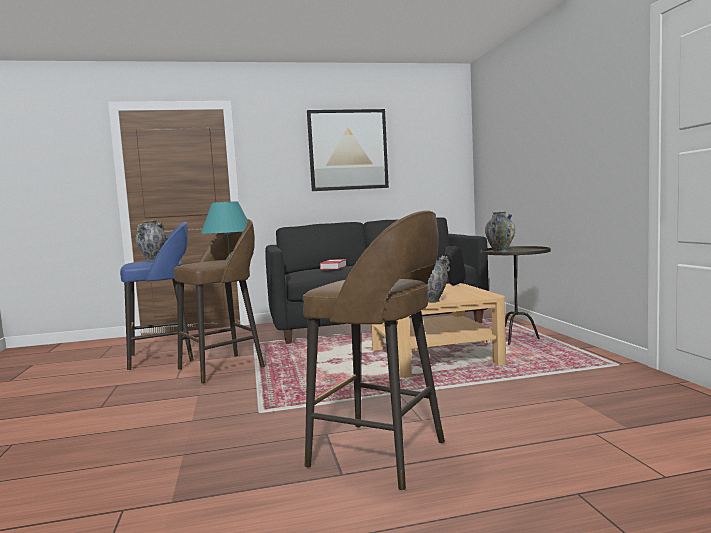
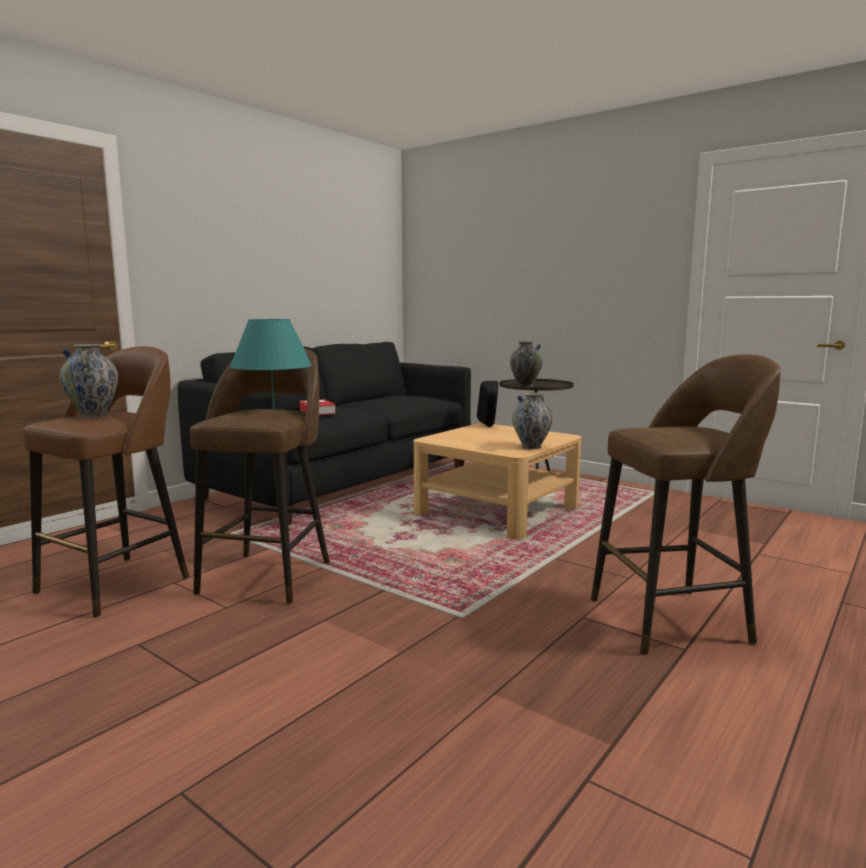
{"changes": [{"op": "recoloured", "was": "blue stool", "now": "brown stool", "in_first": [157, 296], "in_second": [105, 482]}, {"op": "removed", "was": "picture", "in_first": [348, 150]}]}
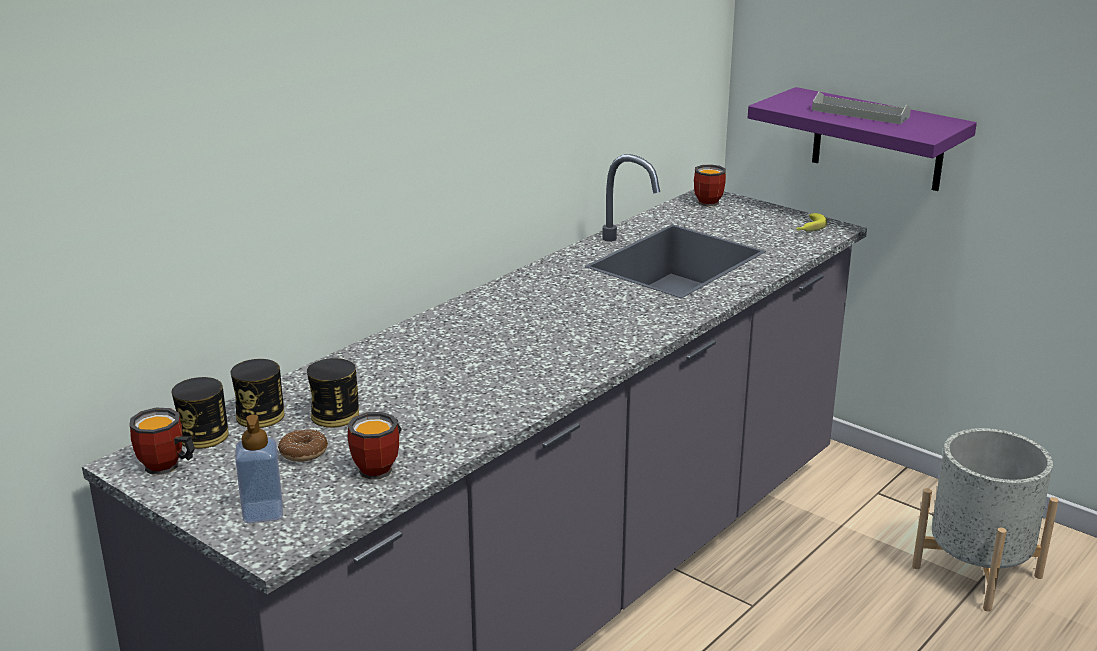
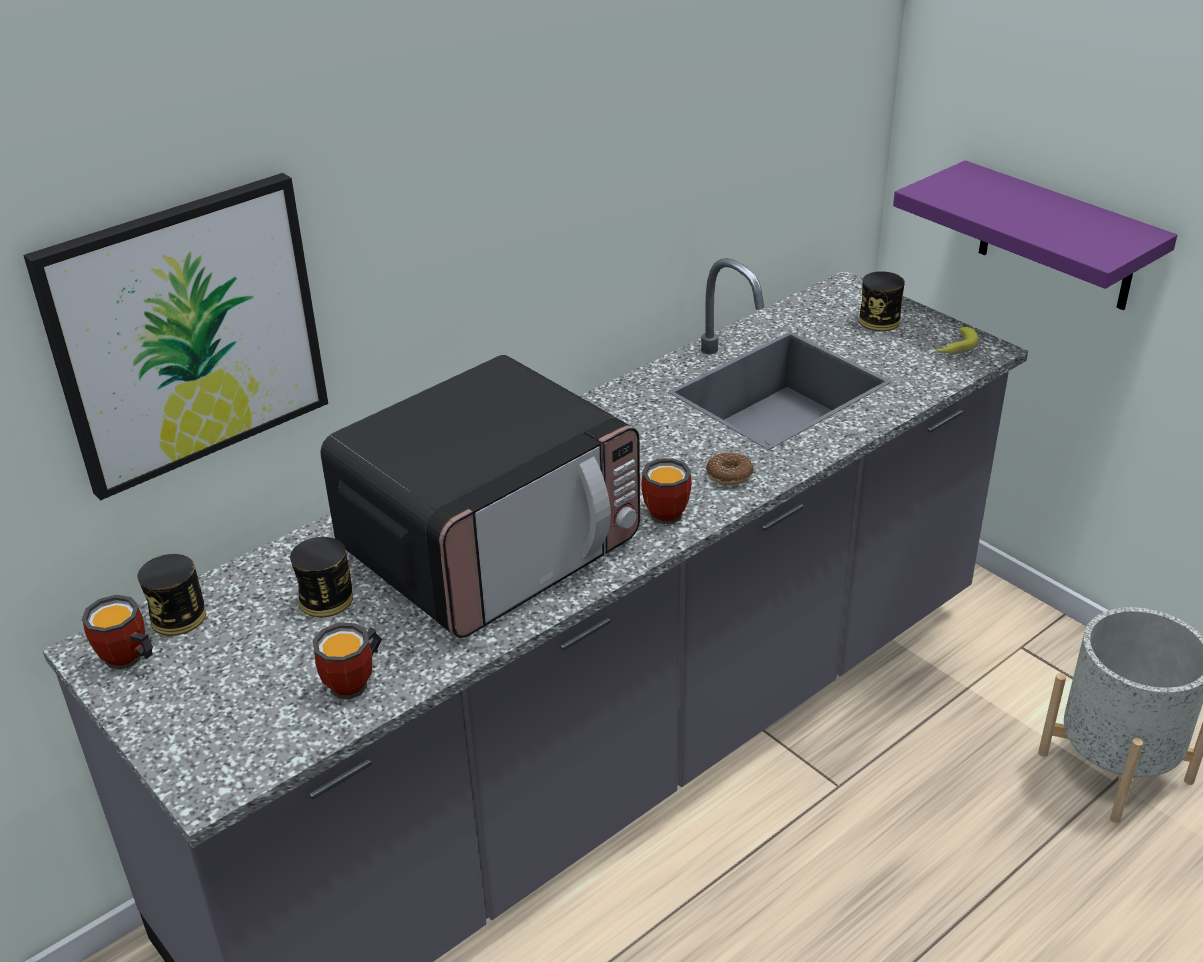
{"changes": [{"op": "moved", "was": "can", "in_first": [258, 393], "in_second": [882, 301]}, {"op": "removed", "was": "soap dispenser", "in_first": [259, 469]}, {"op": "moved", "was": "donut", "in_first": [303, 445], "in_second": [730, 468]}, {"op": "moved", "was": "mug", "in_first": [710, 185], "in_second": [666, 491]}, {"op": "removed", "was": "grey tray", "in_first": [861, 108]}, {"op": "added", "now": "picture", "in_second": [175, 336]}, {"op": "added", "now": "microwave", "in_second": [480, 496]}]}
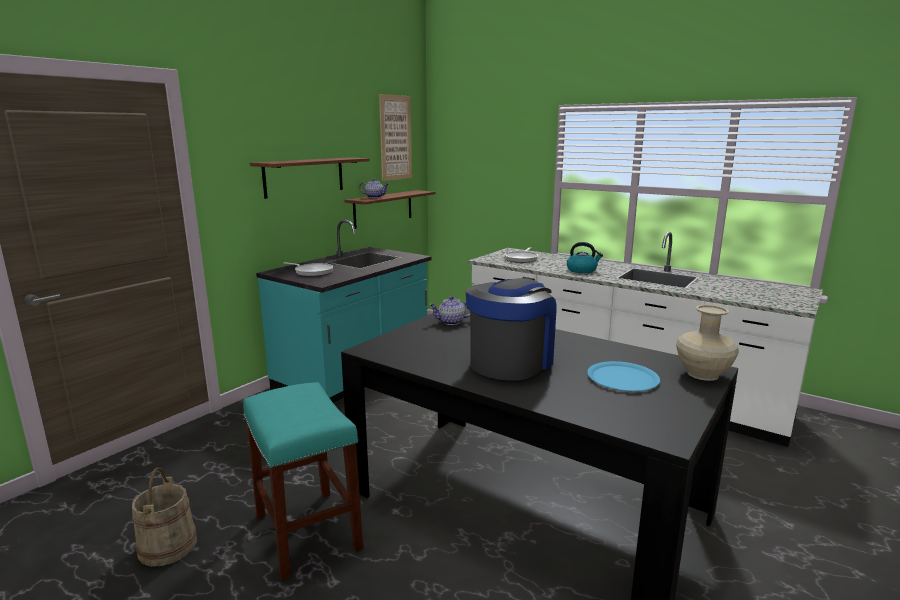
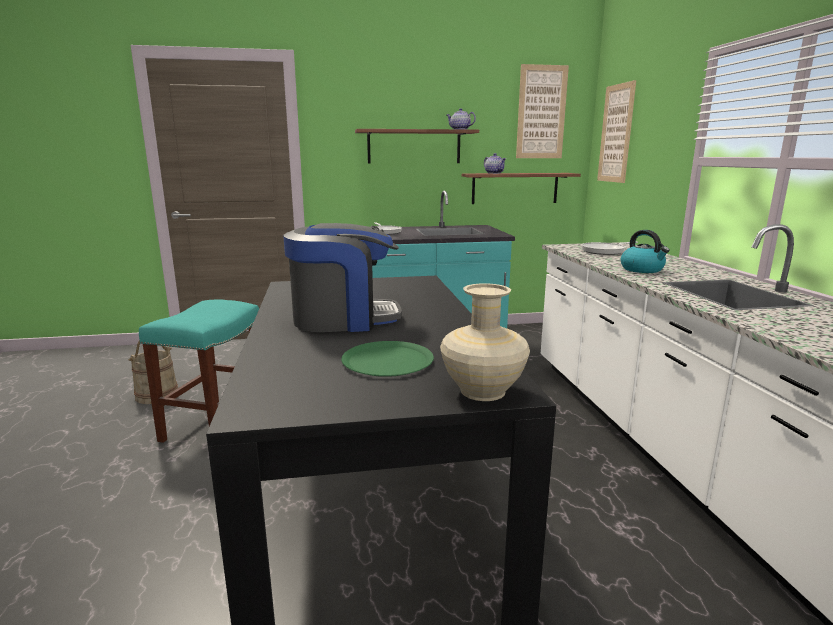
{"changes": [{"op": "moved", "was": "teapot", "in_first": [449, 310], "in_second": [461, 119]}, {"op": "recoloured", "was": "blue plate", "now": "green plate", "in_first": [623, 376], "in_second": [387, 359]}, {"op": "added", "now": "picture", "in_second": [616, 131]}]}
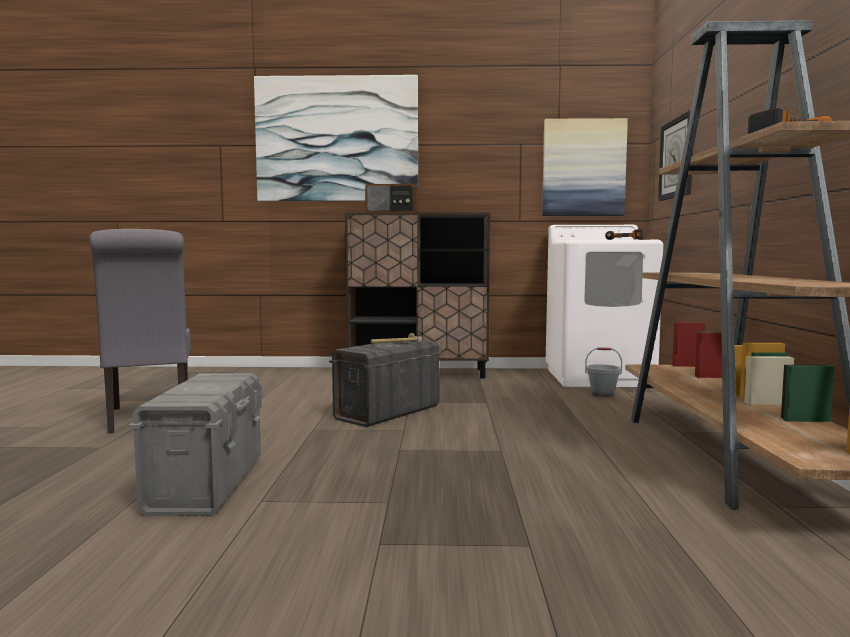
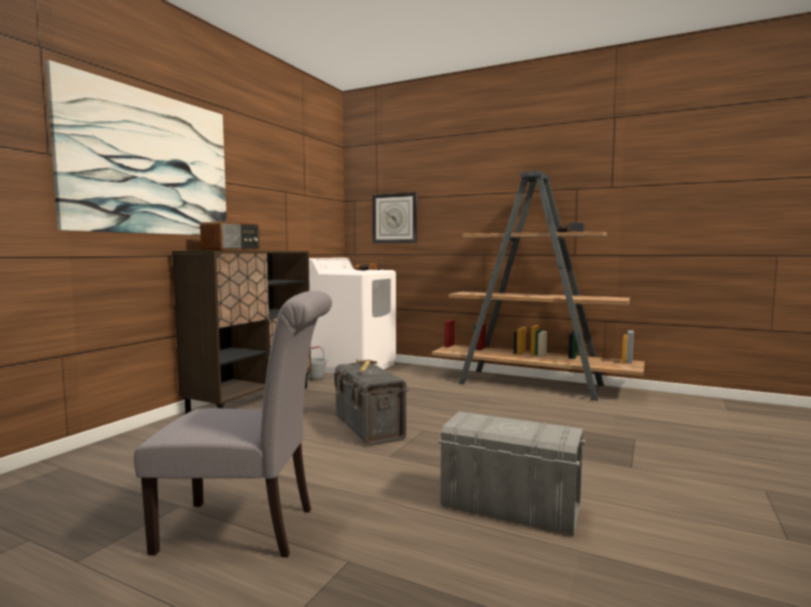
{"changes": [{"op": "removed", "was": "picture", "in_first": [585, 167]}, {"op": "moved", "was": "grey bucket", "in_first": [603, 372], "in_second": [317, 363]}]}
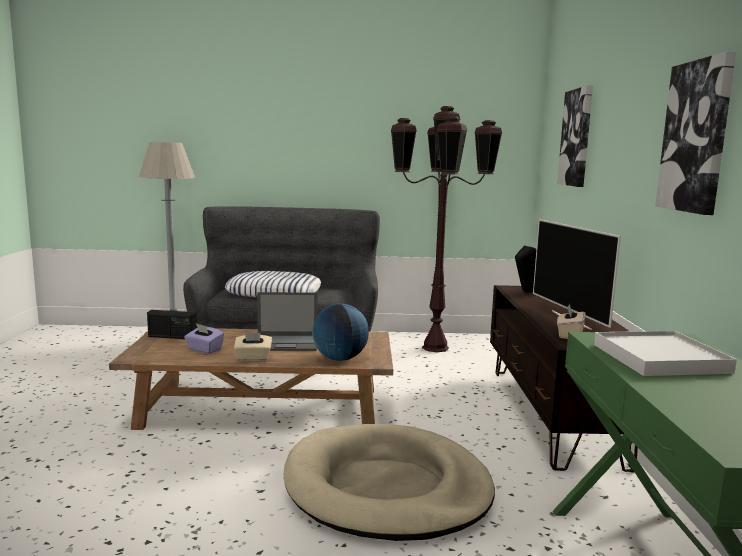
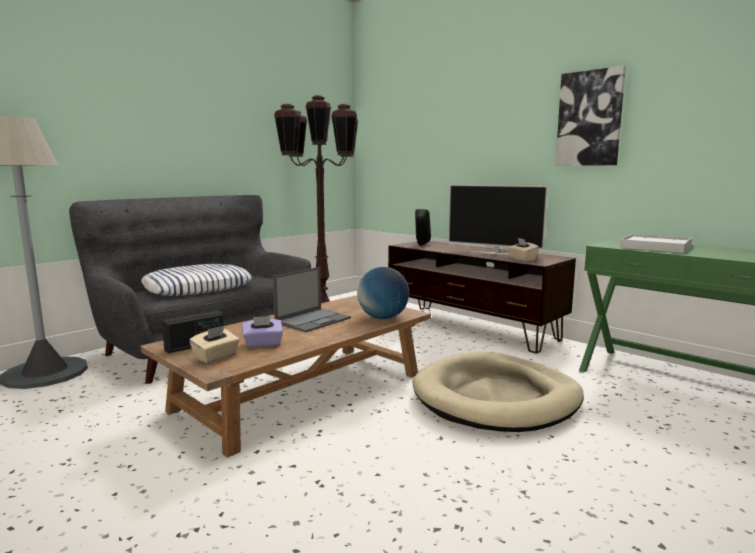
{"changes": [{"op": "moved", "was": "beige tissue box", "in_first": [253, 346], "in_second": [214, 344]}, {"op": "removed", "was": "picture", "in_first": [575, 136]}]}
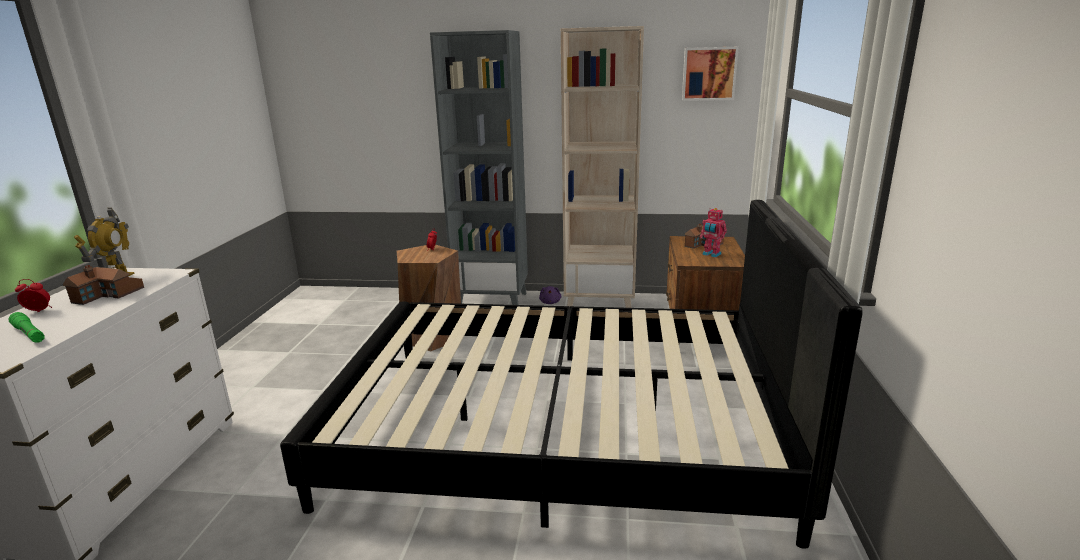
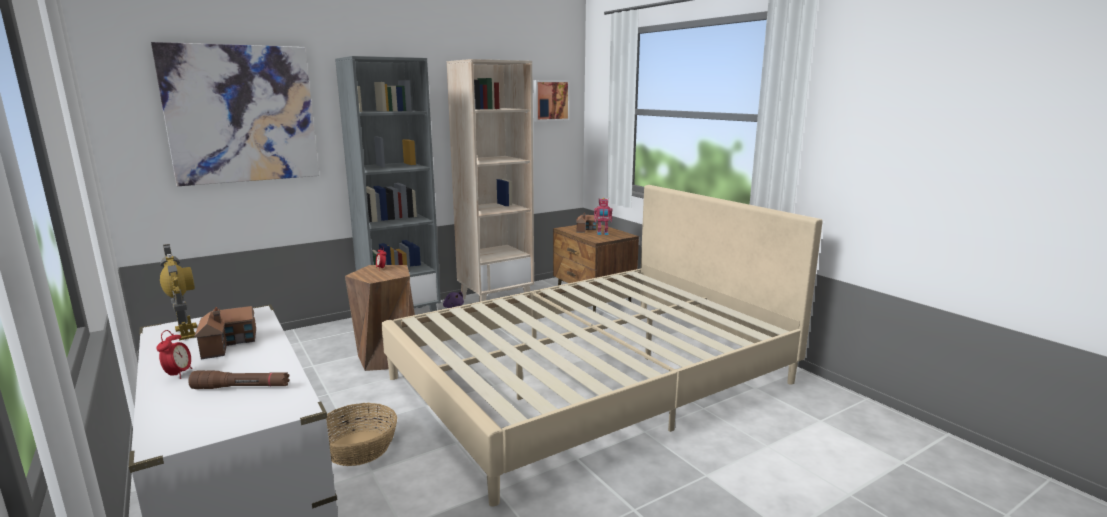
{"changes": [{"op": "recoloured", "was": "green flashlight", "now": "brown flashlight", "in_first": [27, 327], "in_second": [239, 379]}, {"op": "turned", "was": "alarm clock", "in_first": [33, 295], "in_second": [174, 354], "clockwise": 135}, {"op": "recoloured", "was": "black bed", "now": "beige bed", "in_first": [571, 374], "in_second": [602, 345]}, {"op": "added", "now": "picture", "in_second": [235, 114]}, {"op": "added", "now": "basket", "in_second": [361, 434]}]}
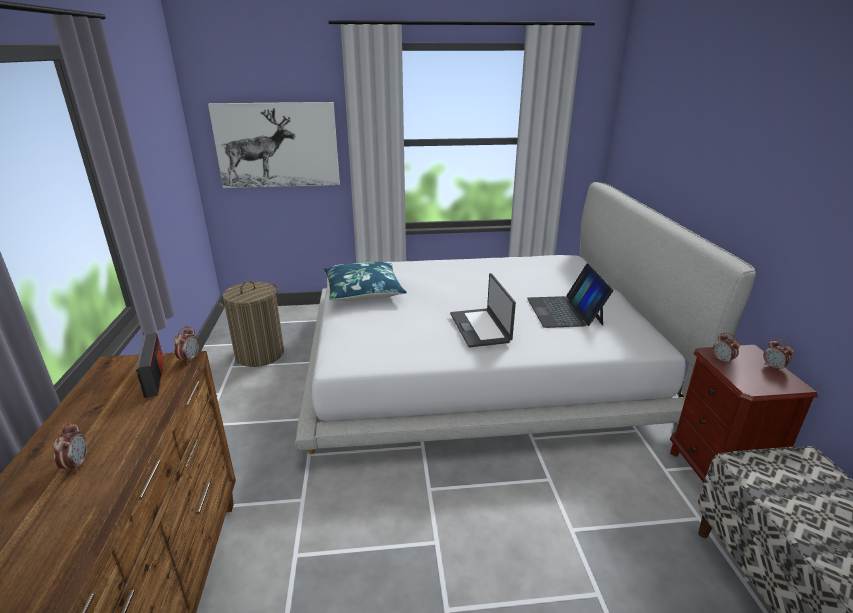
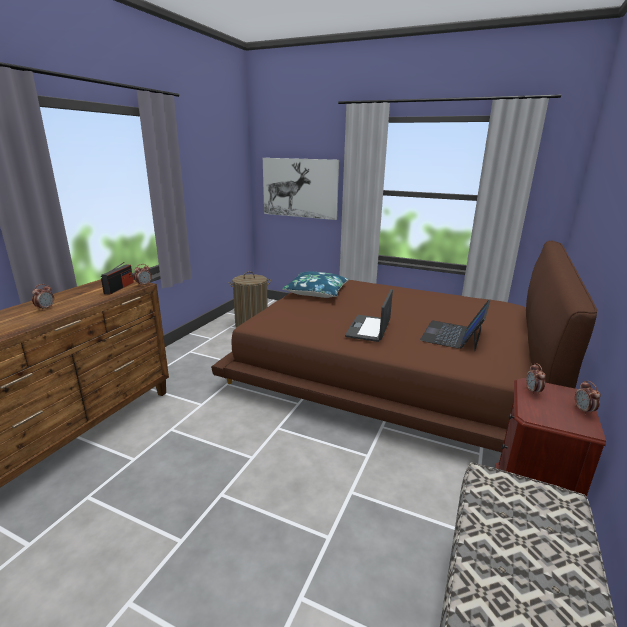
{"changes": [{"op": "recoloured", "was": "white bed", "now": "brown bed", "in_first": [525, 318], "in_second": [404, 347]}]}
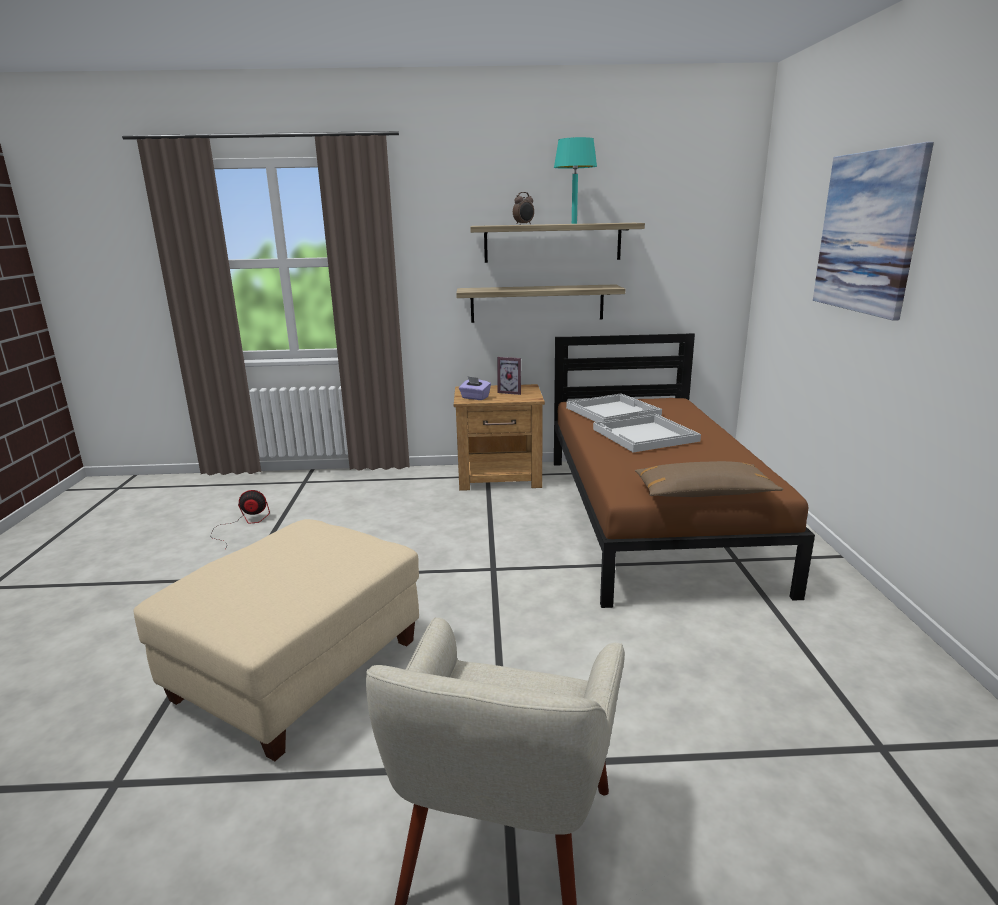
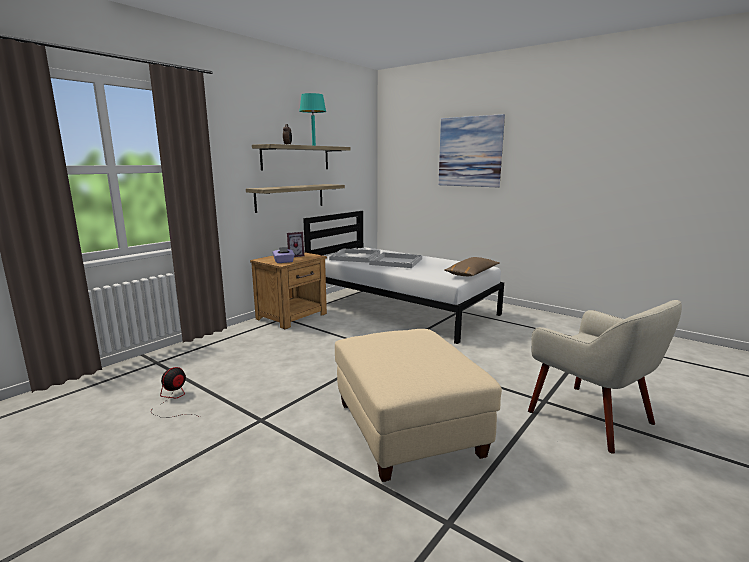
{"changes": [{"op": "recoloured", "was": "brown bed", "now": "white bed", "in_first": [684, 470], "in_second": [403, 277]}]}
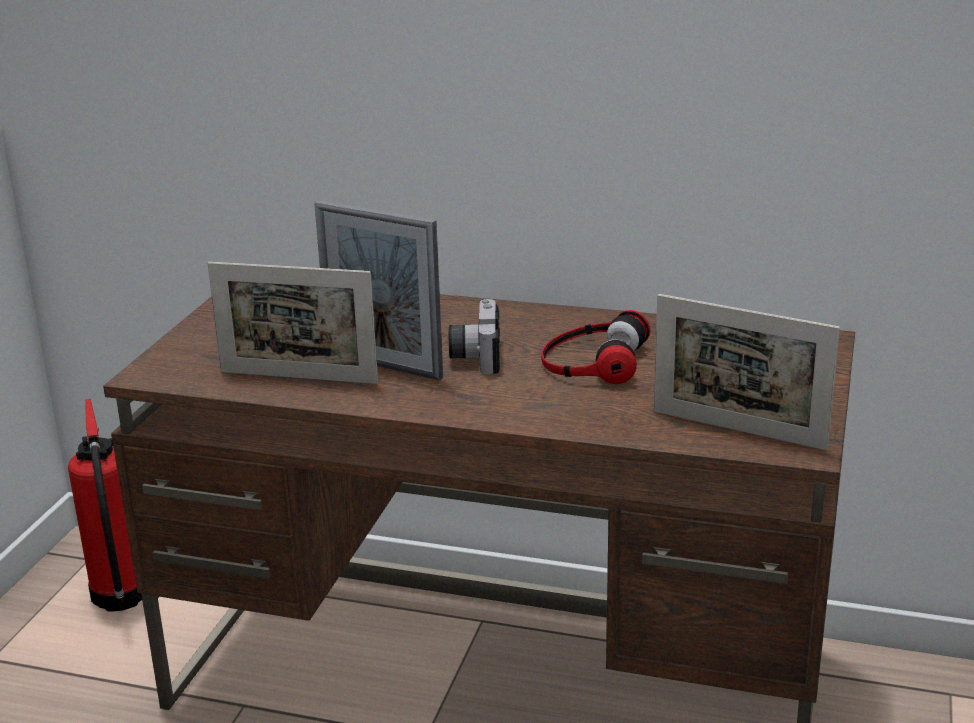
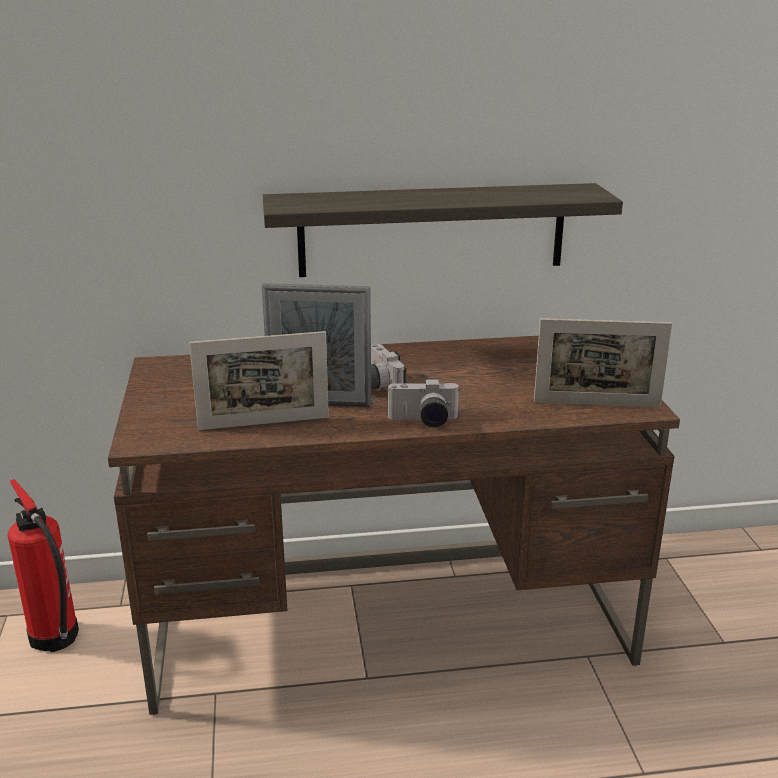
{"changes": [{"op": "removed", "was": "headphones", "in_first": [595, 347]}, {"op": "added", "now": "shelf", "in_second": [443, 230]}, {"op": "added", "now": "photo camera", "in_second": [423, 402]}]}
